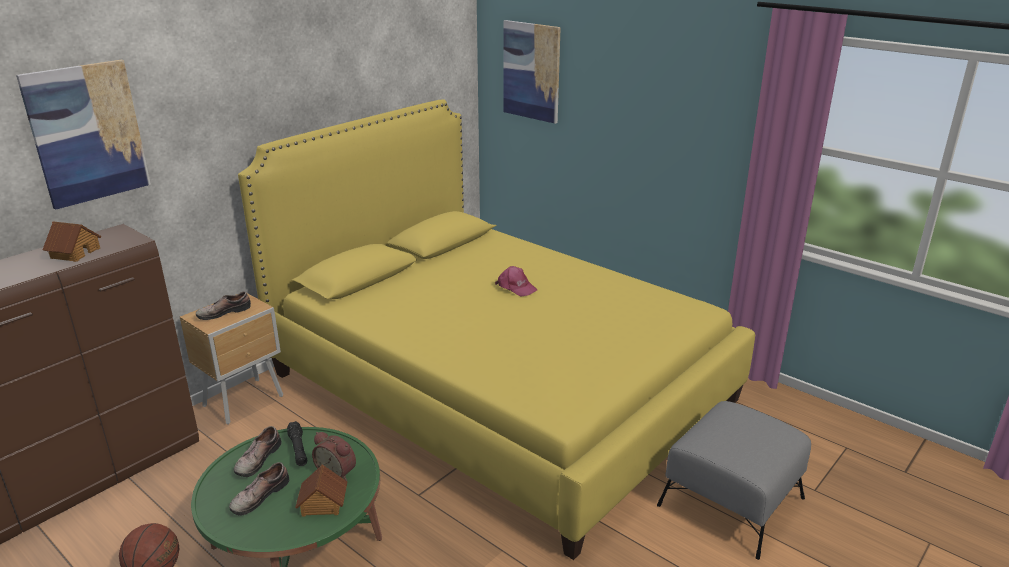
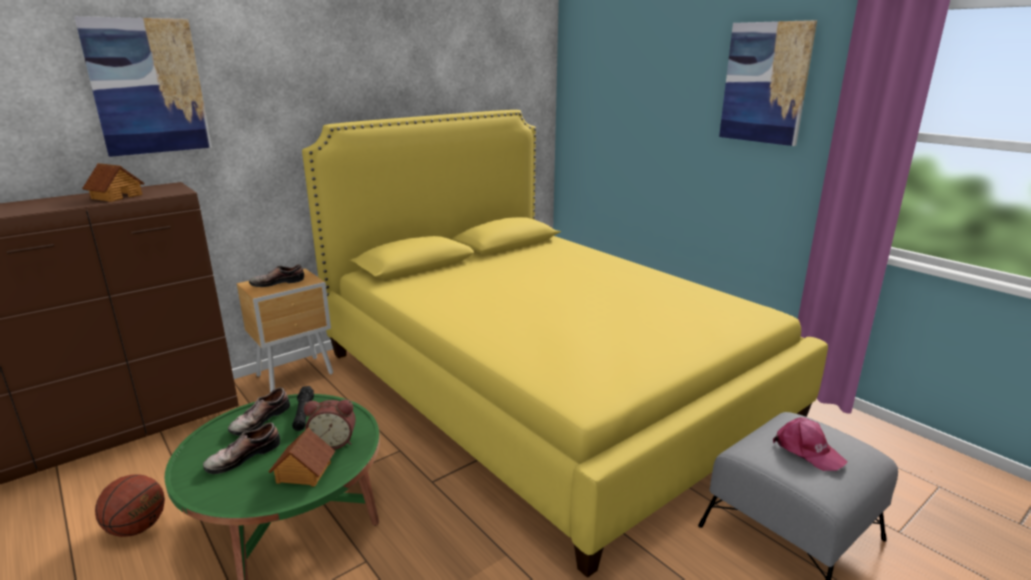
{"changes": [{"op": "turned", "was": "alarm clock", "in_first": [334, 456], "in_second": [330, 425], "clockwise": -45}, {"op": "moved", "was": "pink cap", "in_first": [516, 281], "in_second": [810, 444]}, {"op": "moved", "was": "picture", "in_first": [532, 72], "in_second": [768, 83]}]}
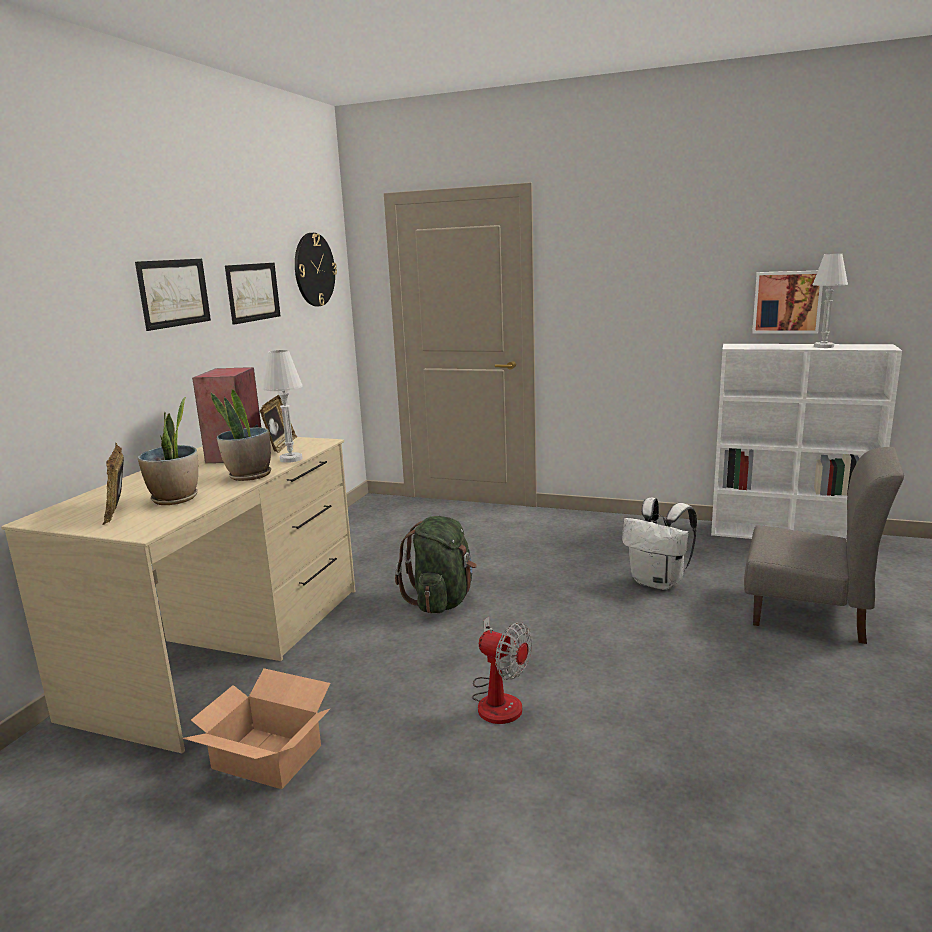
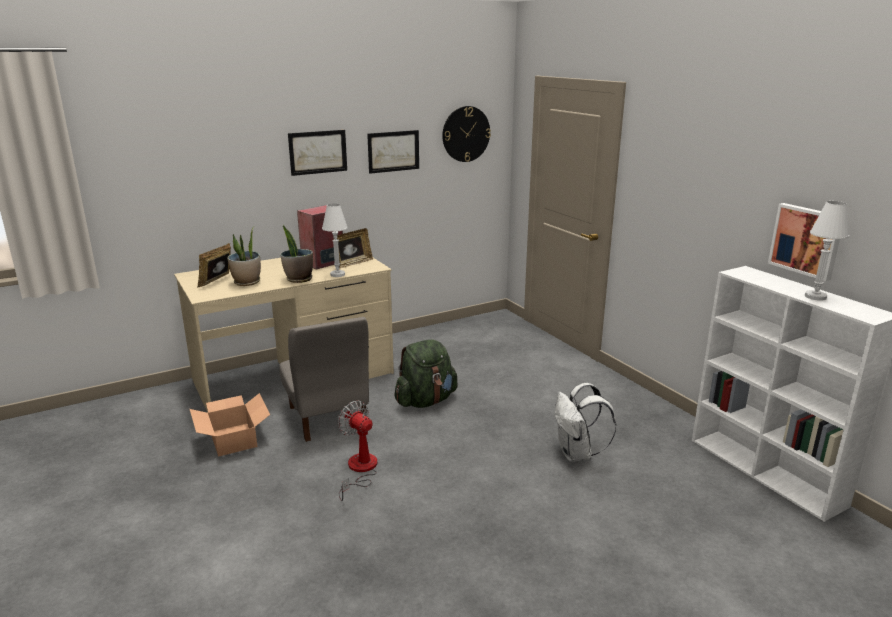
{"changes": [{"op": "turned", "was": "fan", "in_first": [502, 670], "in_second": [358, 451], "clockwise": 150}, {"op": "moved", "was": "grey chair", "in_first": [824, 545], "in_second": [324, 379]}]}
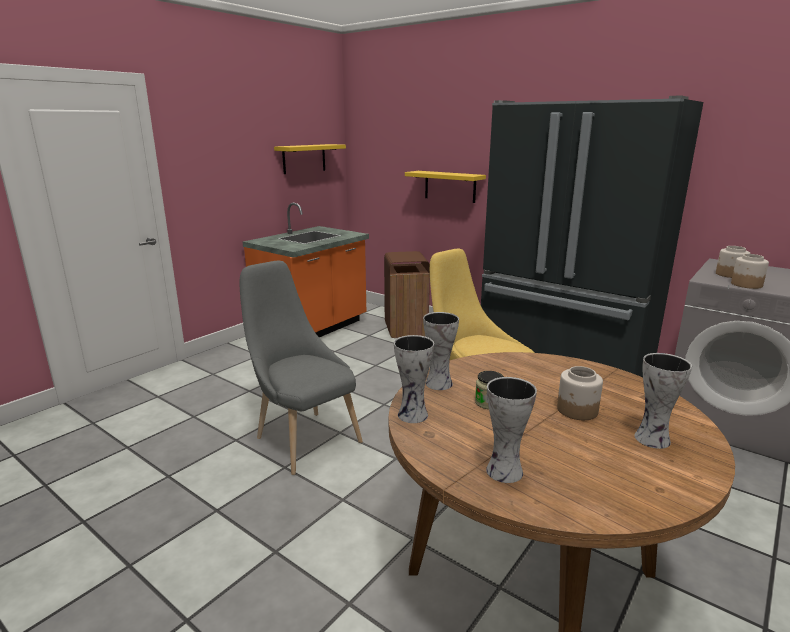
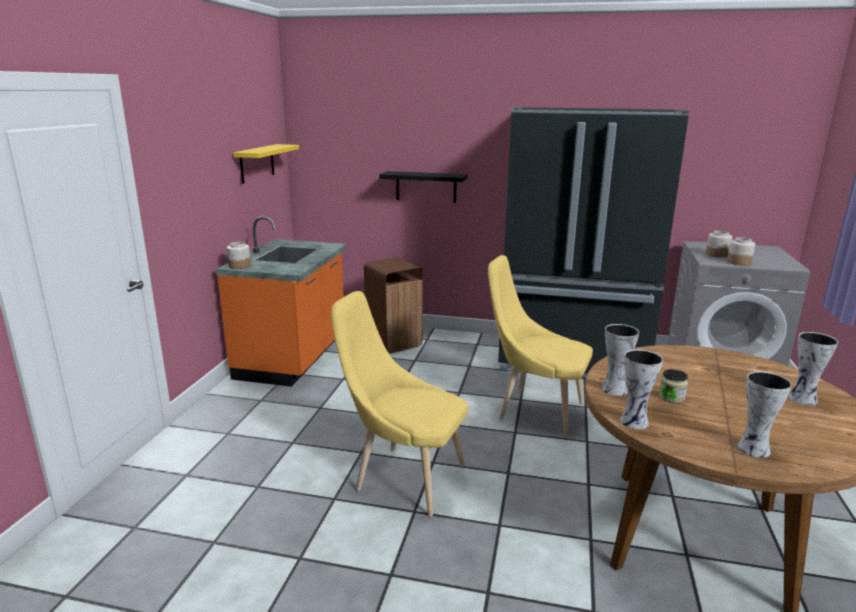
{"changes": [{"op": "recoloured", "was": "grey chair", "now": "yellow chair", "in_first": [301, 368], "in_second": [399, 404]}, {"op": "recoloured", "was": "yellow shelf", "now": "black shelf", "in_first": [445, 187], "in_second": [423, 187]}, {"op": "moved", "was": "jar", "in_first": [580, 393], "in_second": [239, 255]}]}
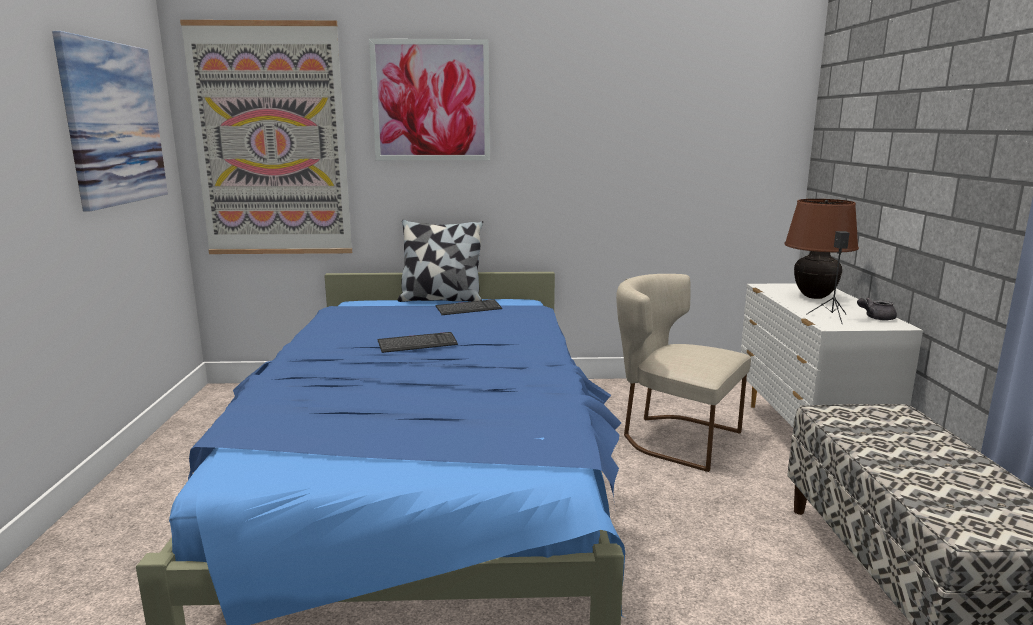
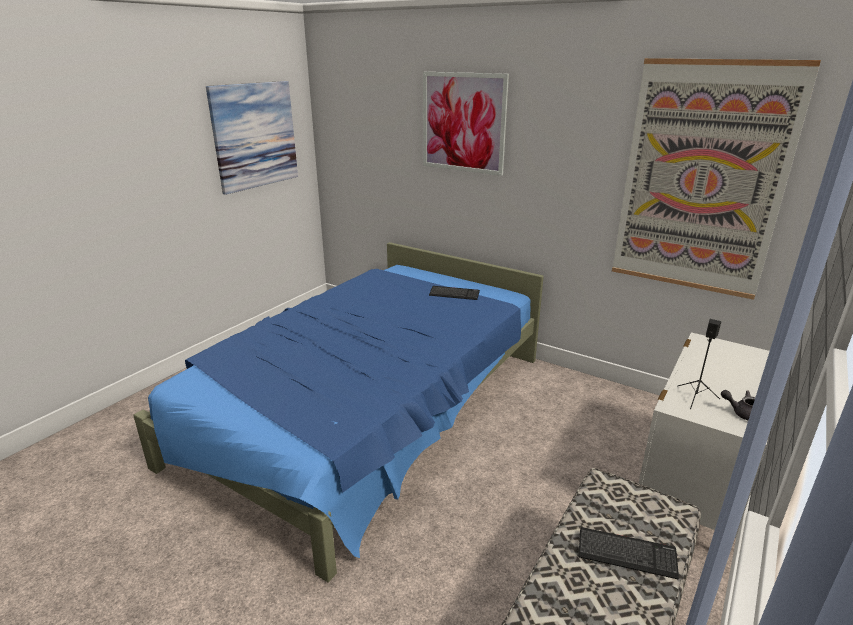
{"changes": [{"op": "moved", "was": "picture", "in_first": [266, 137], "in_second": [716, 179]}, {"op": "moved", "was": "keyboard", "in_first": [418, 342], "in_second": [628, 553]}, {"op": "removed", "was": "pillow", "in_first": [440, 260]}, {"op": "removed", "was": "beige chair", "in_first": [683, 373]}, {"op": "removed", "was": "brown table lamp", "in_first": [821, 249]}]}
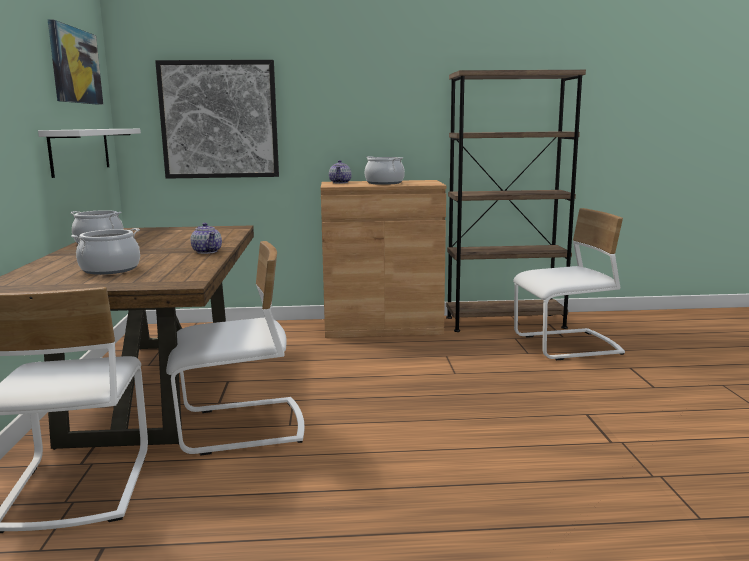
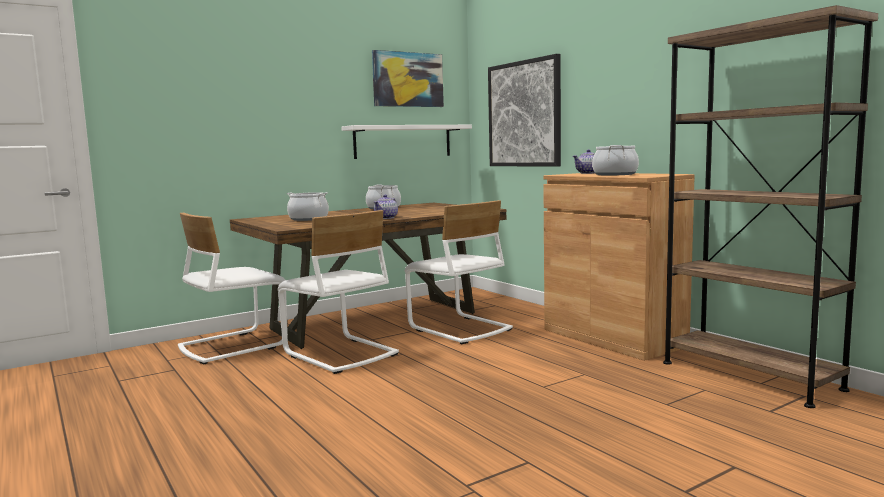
{"changes": [{"op": "moved", "was": "white chair", "in_first": [569, 284], "in_second": [459, 272]}]}
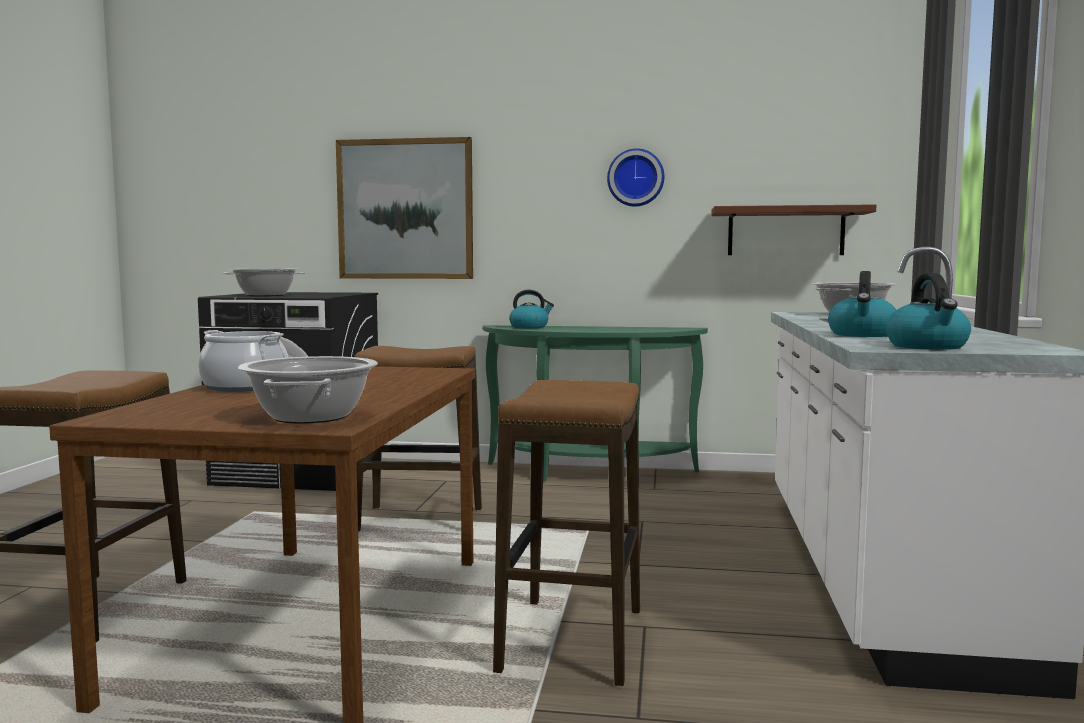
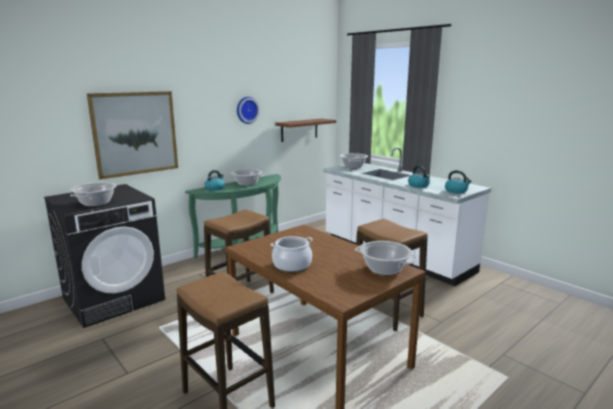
{"changes": [{"op": "added", "now": "cooking pot", "in_second": [247, 177]}]}
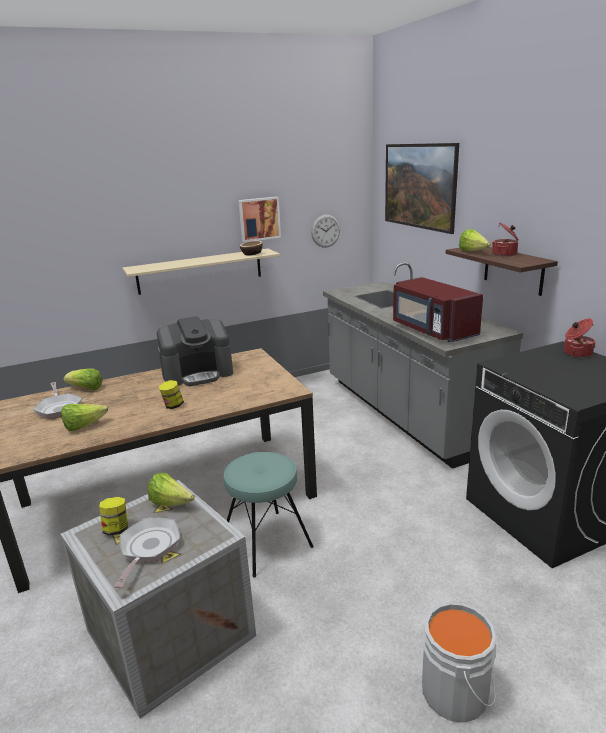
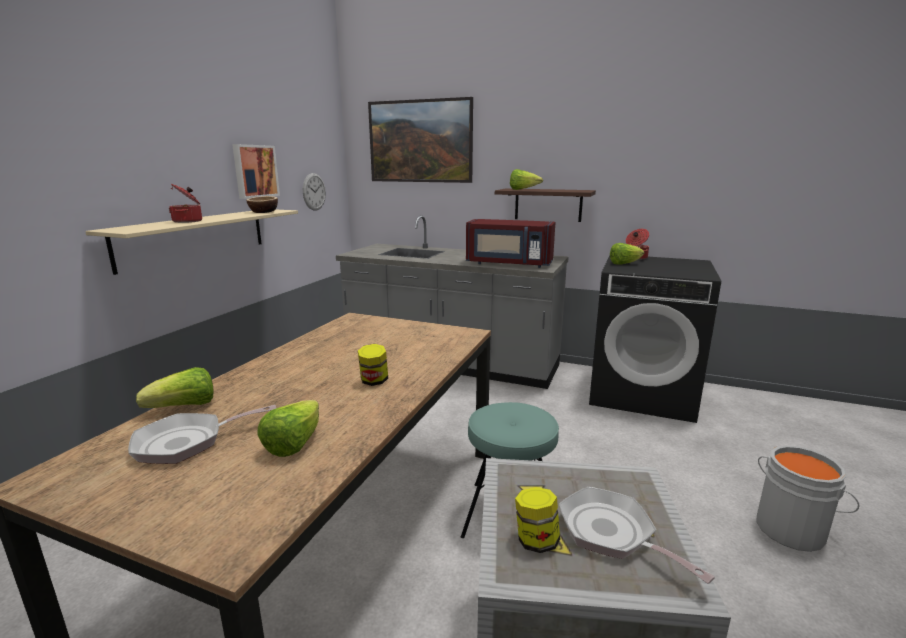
{"changes": [{"op": "turned", "was": "frying pan", "in_first": [57, 400], "in_second": [202, 434], "clockwise": 135}, {"op": "moved", "was": "lettuce", "in_first": [171, 489], "in_second": [627, 254]}, {"op": "removed", "was": "coffee machine", "in_first": [195, 351]}, {"op": "moved", "was": "cooking pot", "in_first": [505, 239], "in_second": [185, 203]}]}
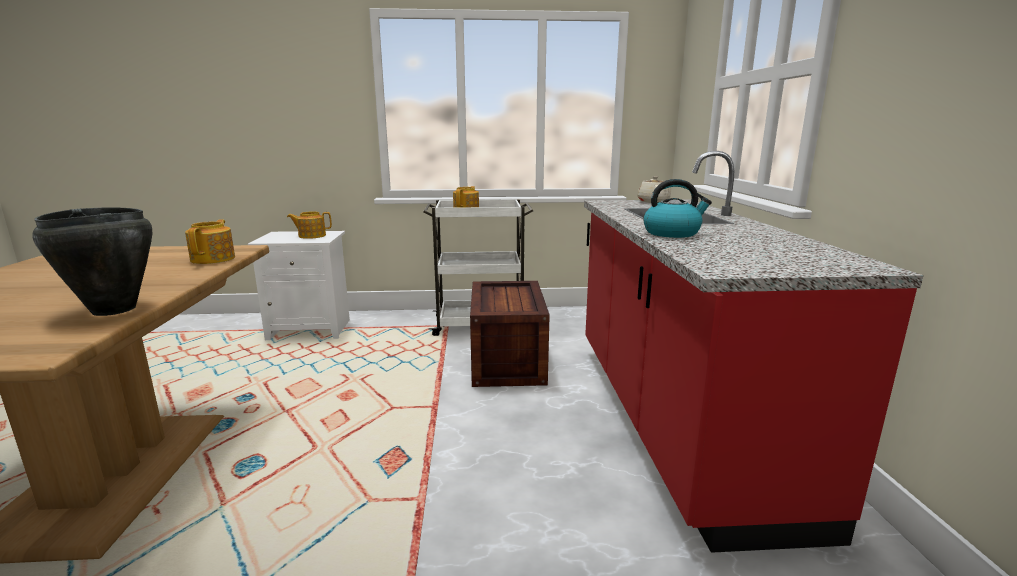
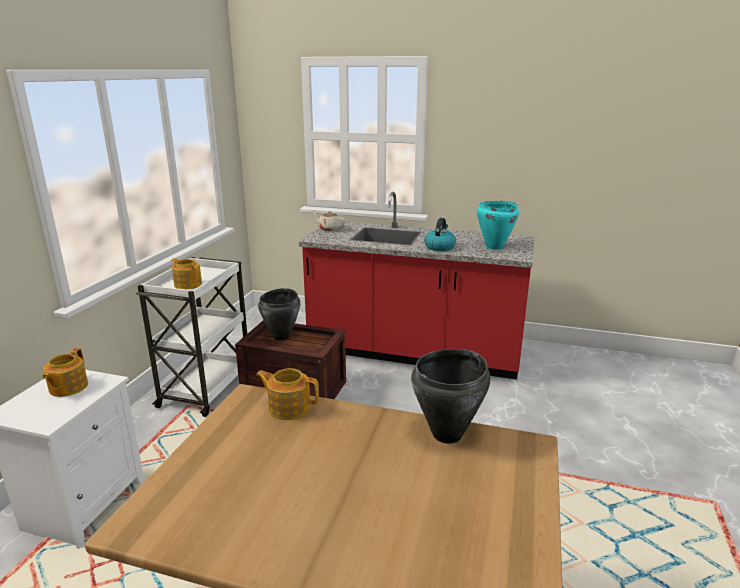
{"changes": [{"op": "added", "now": "black cooking pot", "in_second": [279, 314]}, {"op": "added", "now": "turquoise cooking pot", "in_second": [498, 225]}]}
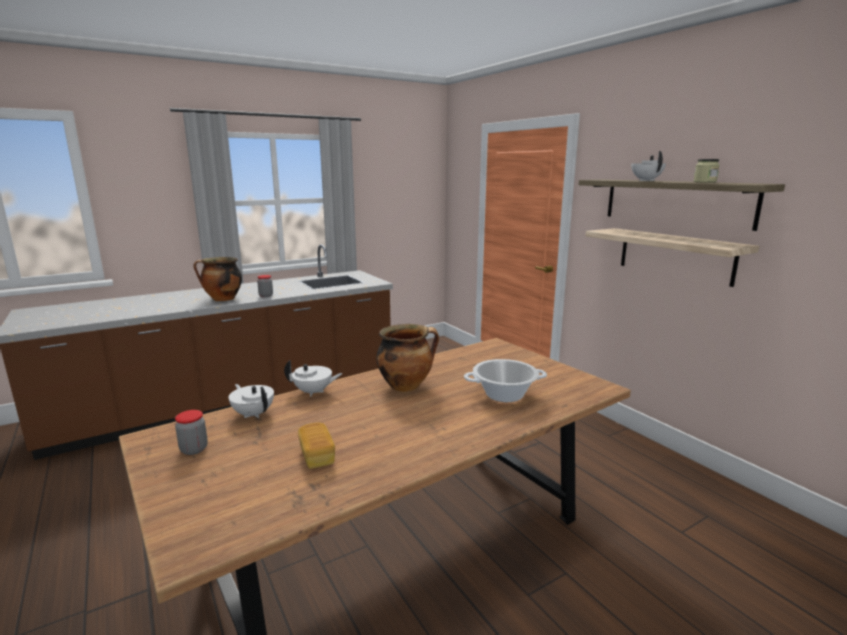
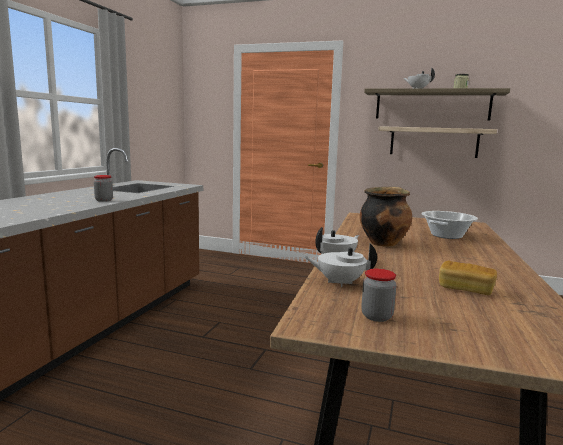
{"changes": [{"op": "removed", "was": "cooking pot", "in_first": [217, 279]}]}
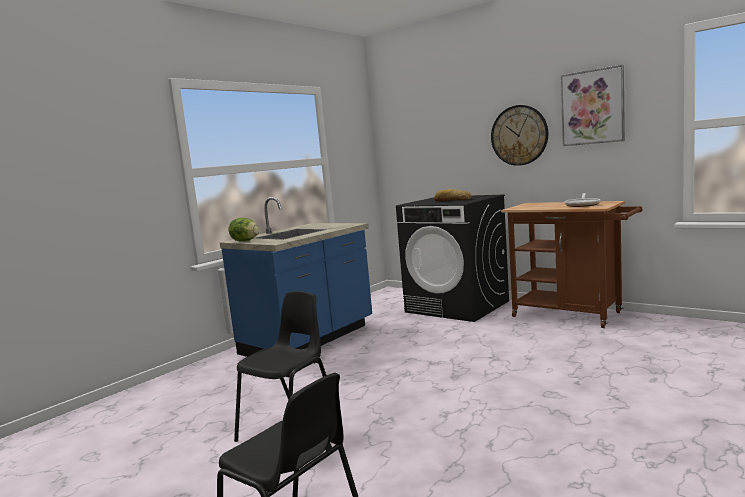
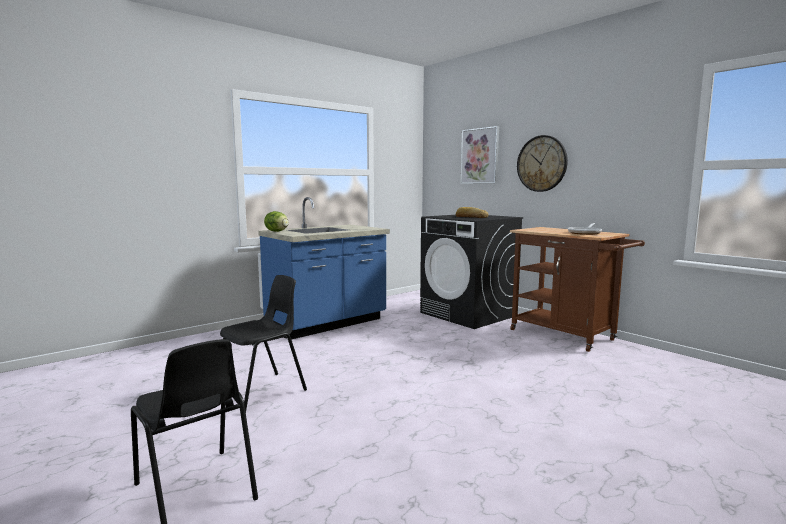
{"changes": [{"op": "moved", "was": "picture", "in_first": [593, 105], "in_second": [480, 155]}]}
